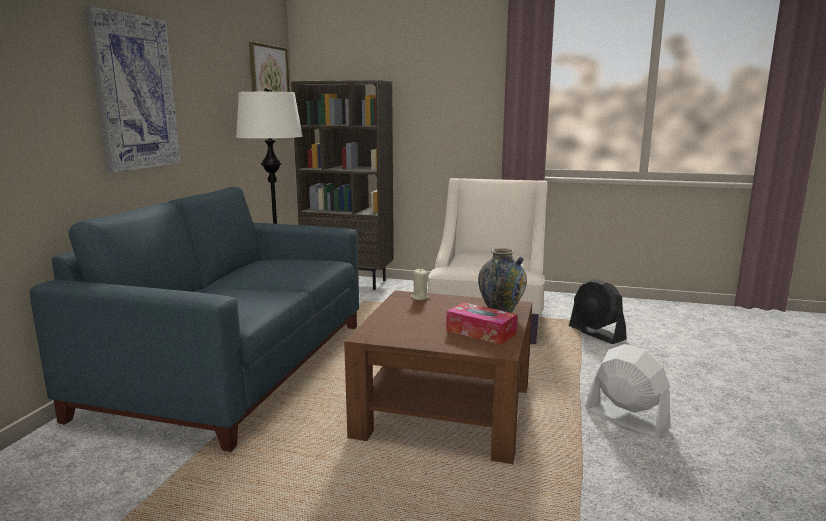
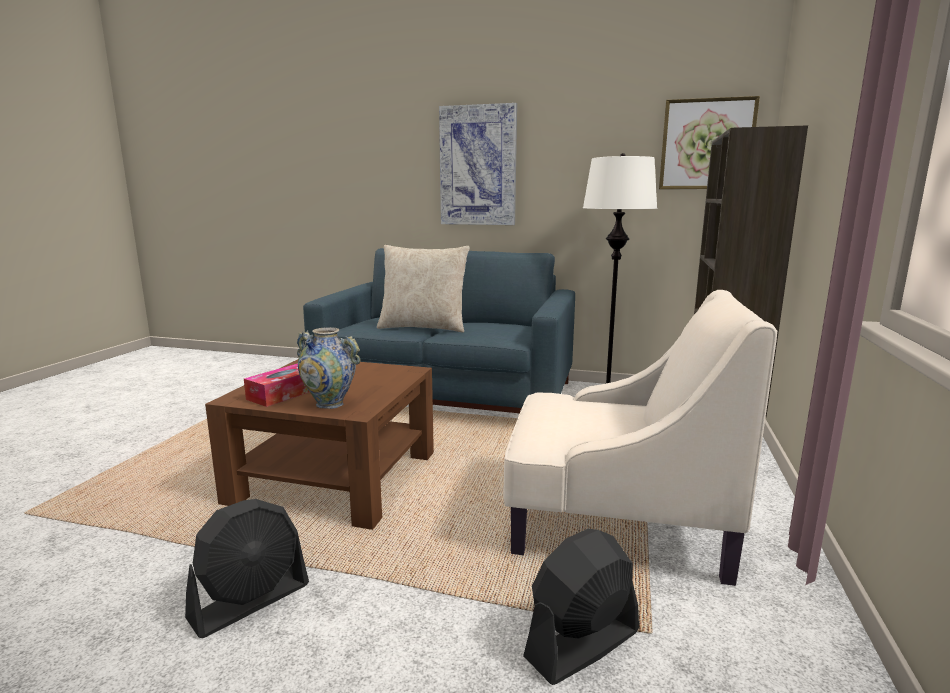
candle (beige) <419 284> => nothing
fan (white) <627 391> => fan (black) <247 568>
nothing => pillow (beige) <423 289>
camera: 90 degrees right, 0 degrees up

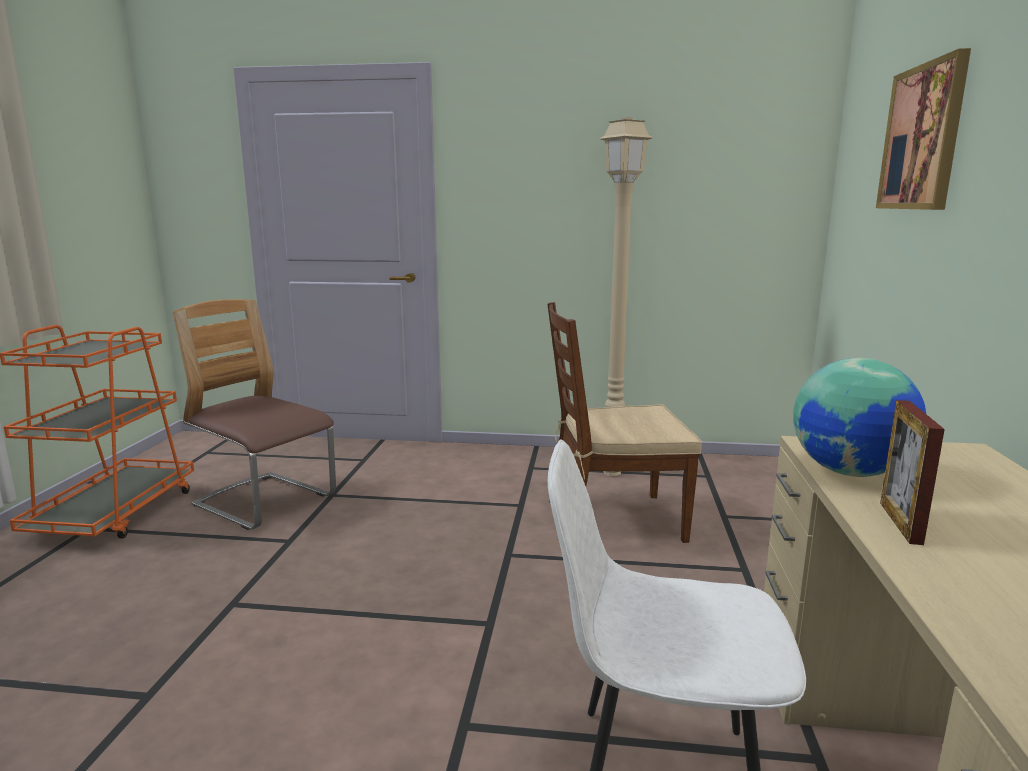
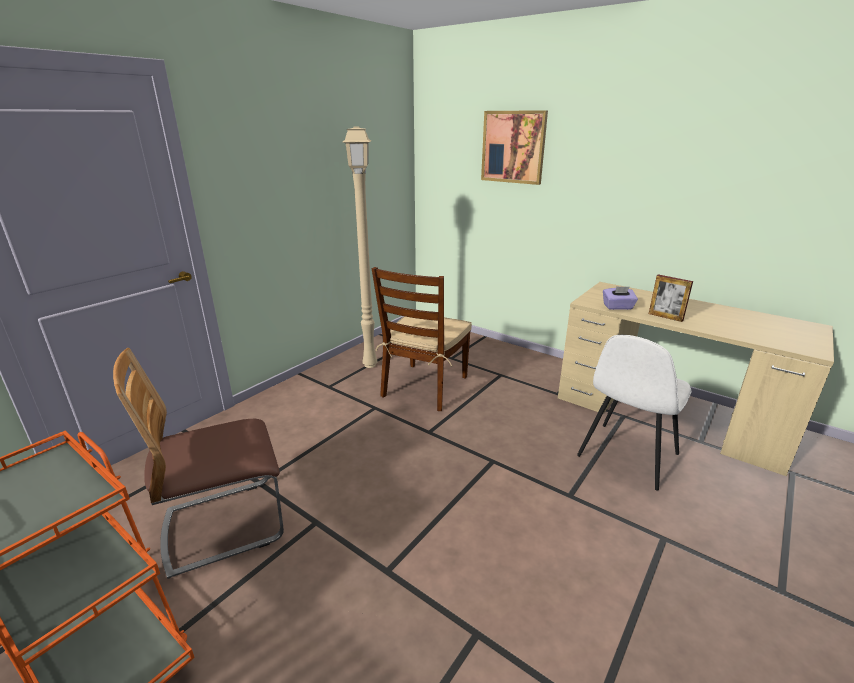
globe <859 417> => tissue box (purple) <620 298>
camera: 60 degrees left, 10 degrees up

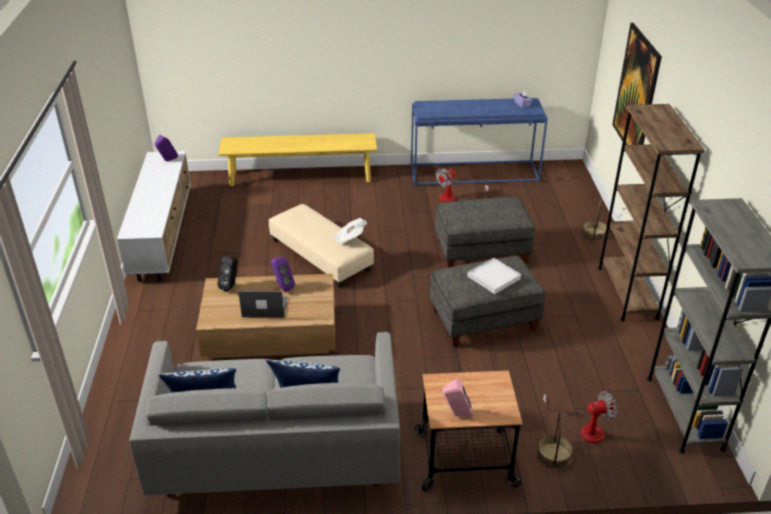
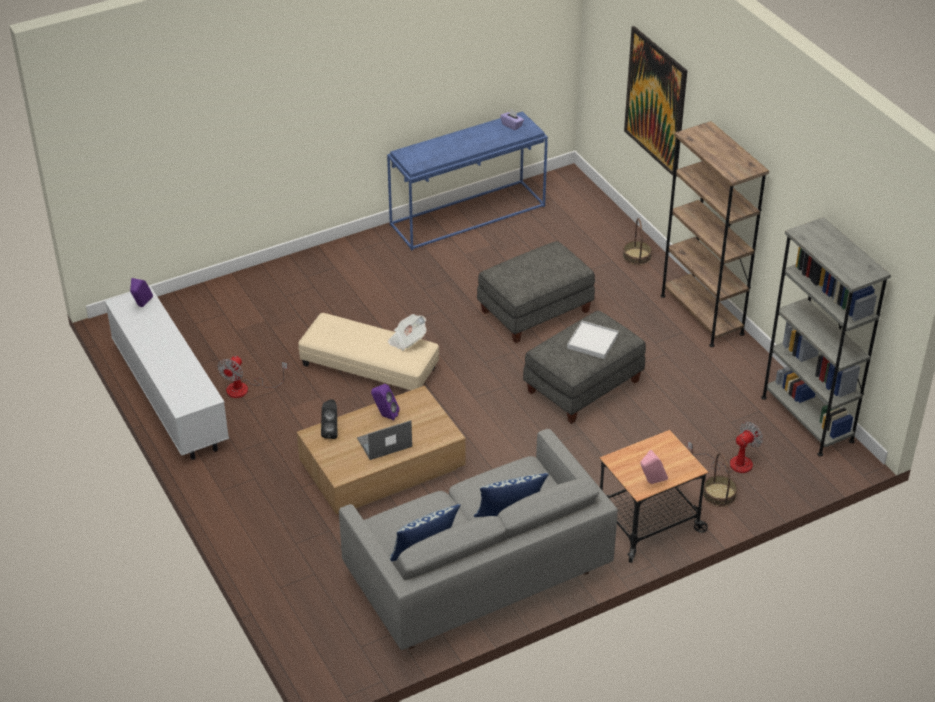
bench (yellow) <297 160> => nothing
fan <462 185> => fan <253 377>, move
camera: 25 degrees left, 5 degrees up

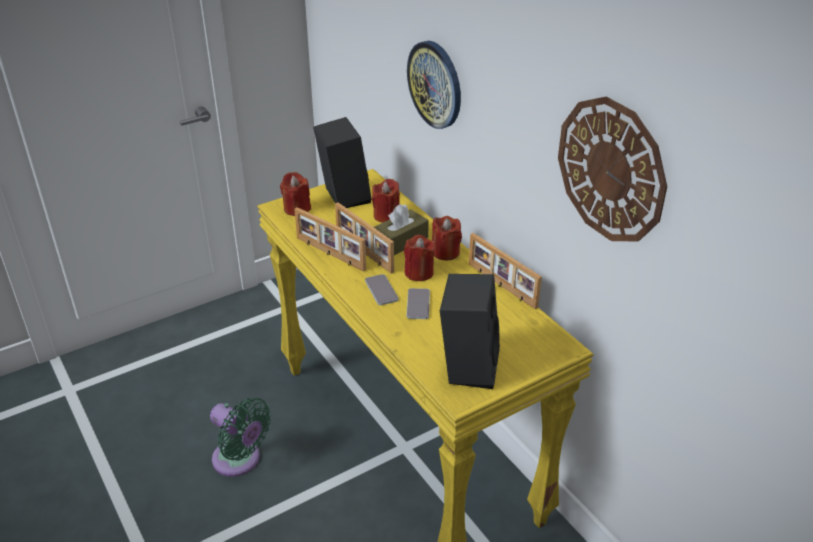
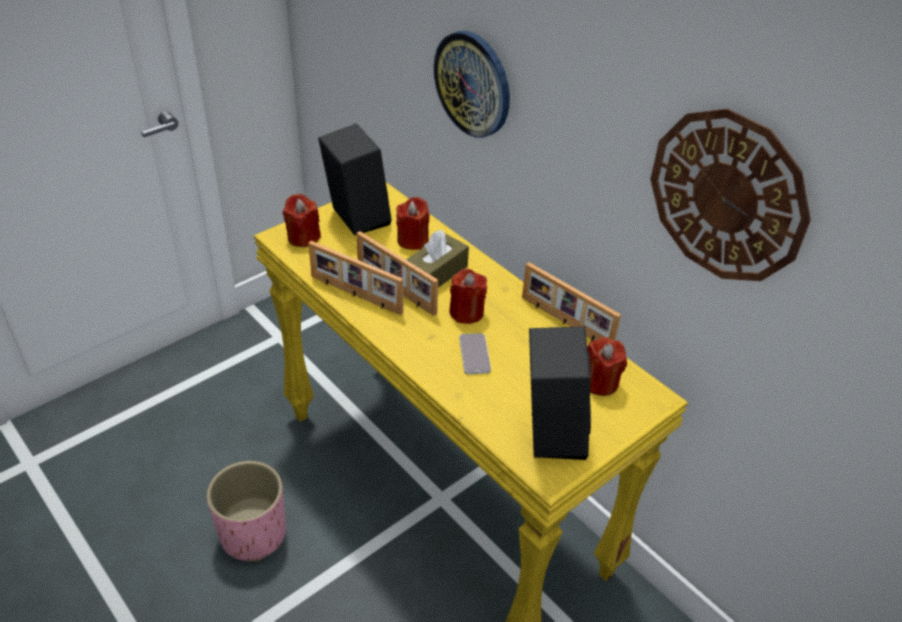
fan (green) <240 437> => planter (pink) <246 511>
phone <381 289> => nothing
candle (red) <447 238> => candle (red) <607 366>, move
camera: 10 degrees left, 5 degrees up

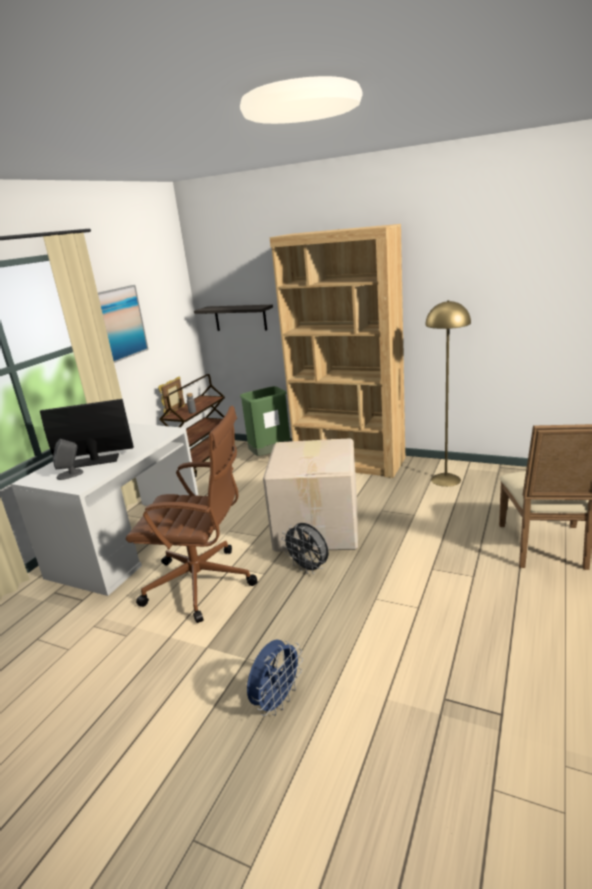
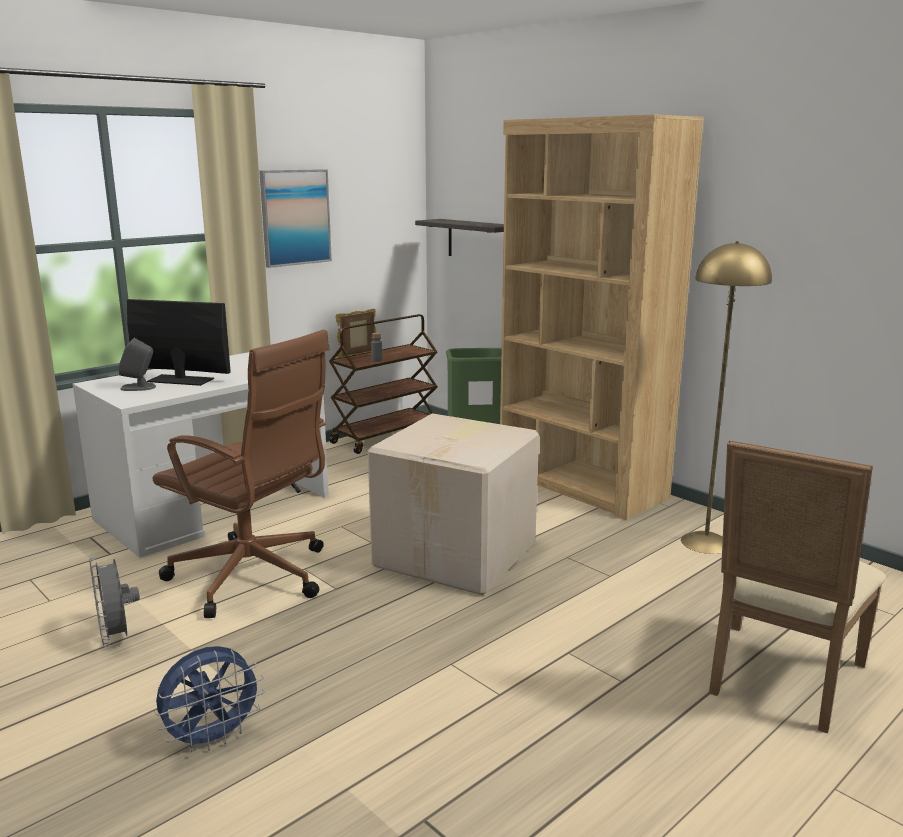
fan (grey) <305 548> => fan (grey) <114 602>, move
camera: 20 degrees right, 5 degrees down

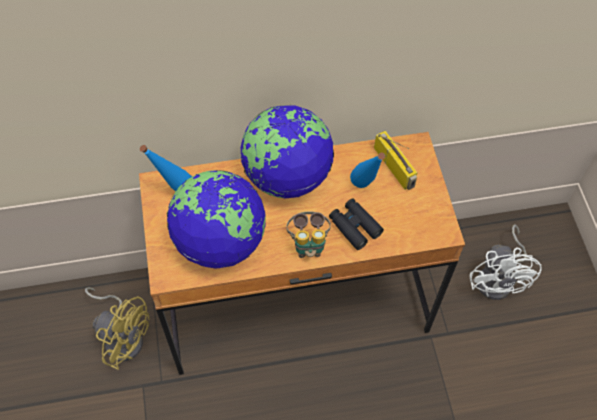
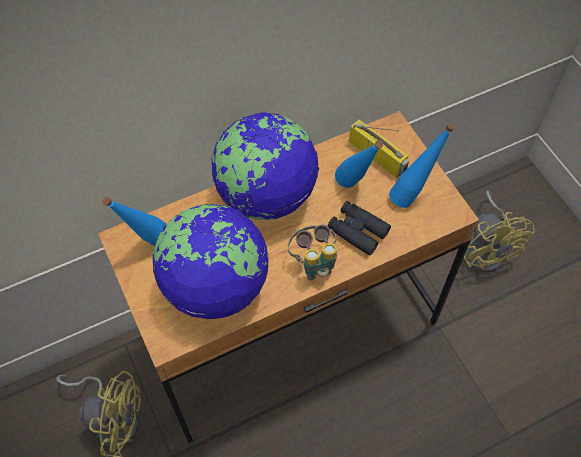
fan (white) <506 262> => fan (yellow) <499 231>
nothing => bottle (blue) <422 165>
camera: 15 degrees left, 0 degrees up

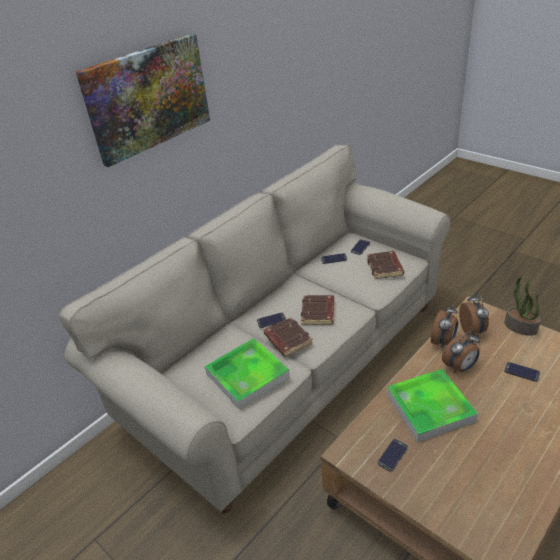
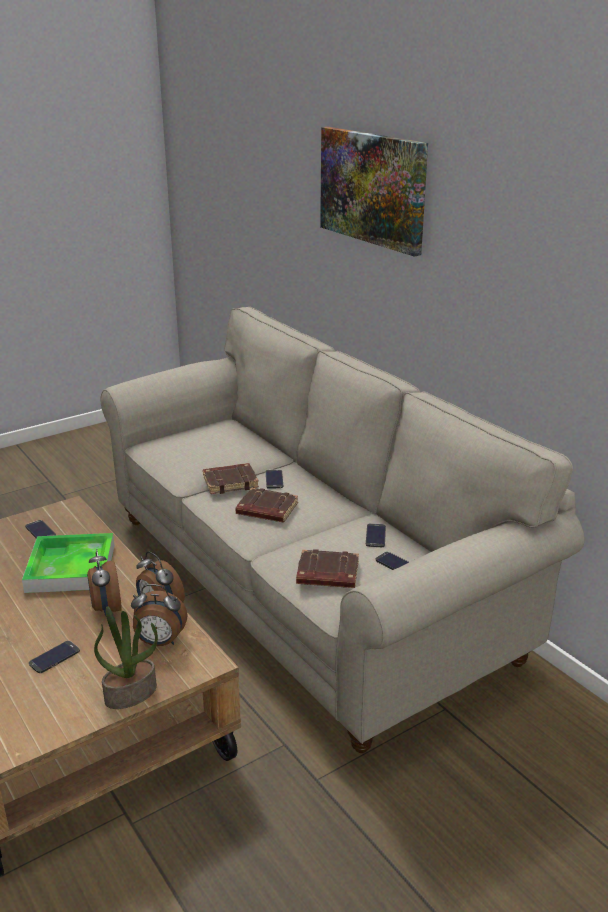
tray <247 374> => nothing
camera: 100 degrees right, 10 degrees down

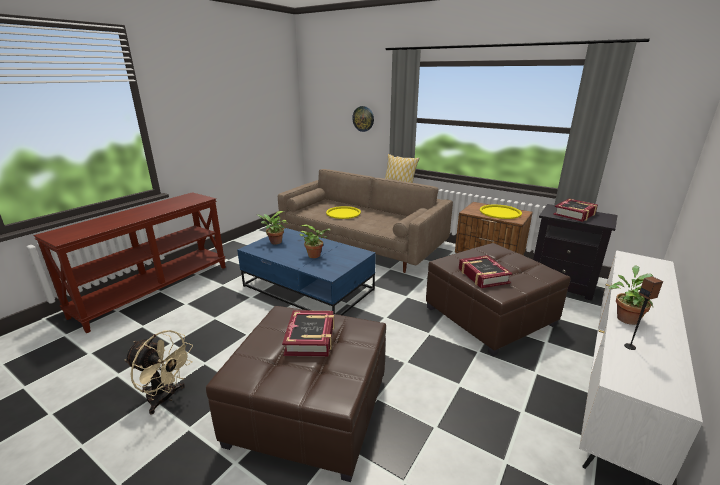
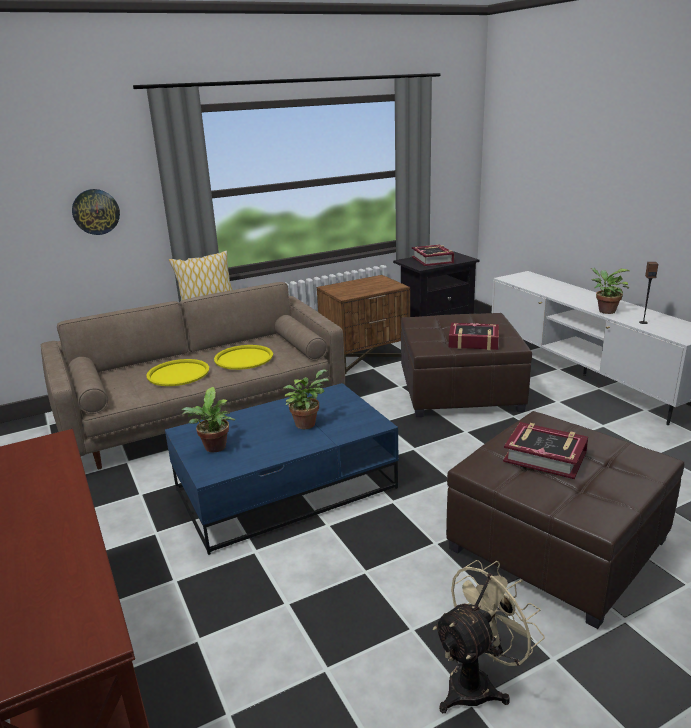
tray (yellow) <501 212> => tray (yellow) <243 357>, move
camera: 60 degrees left, 0 degrees up

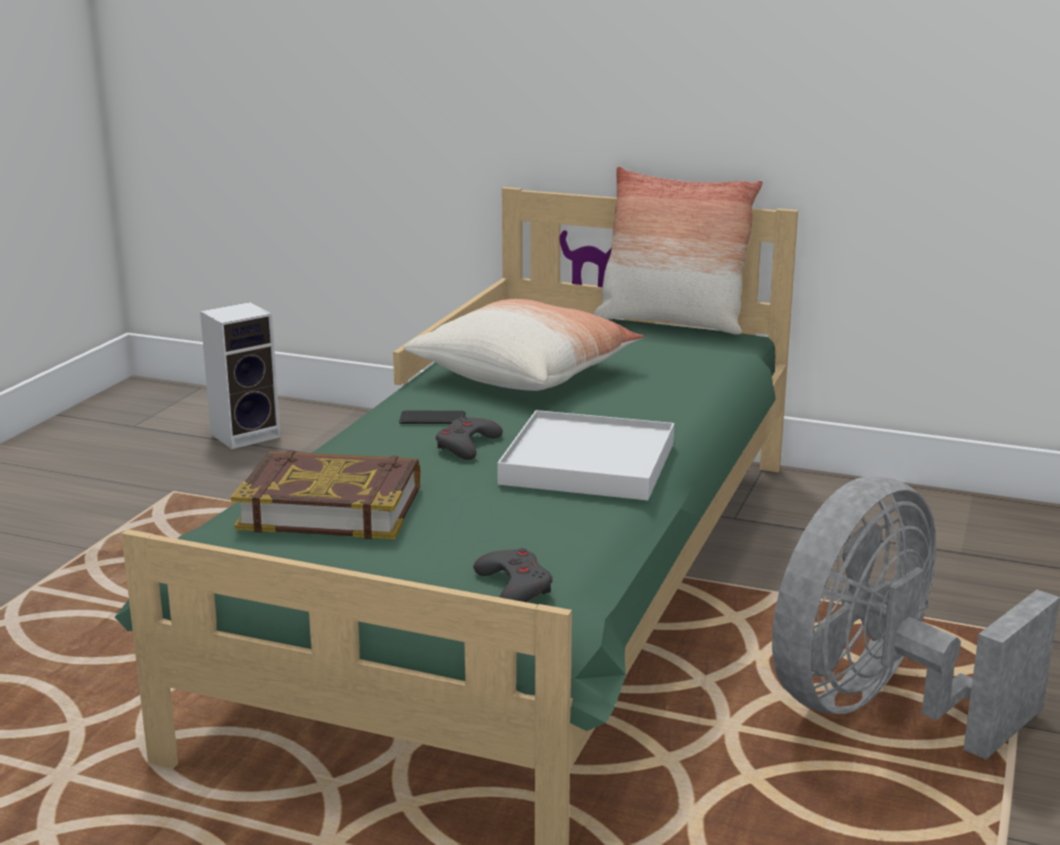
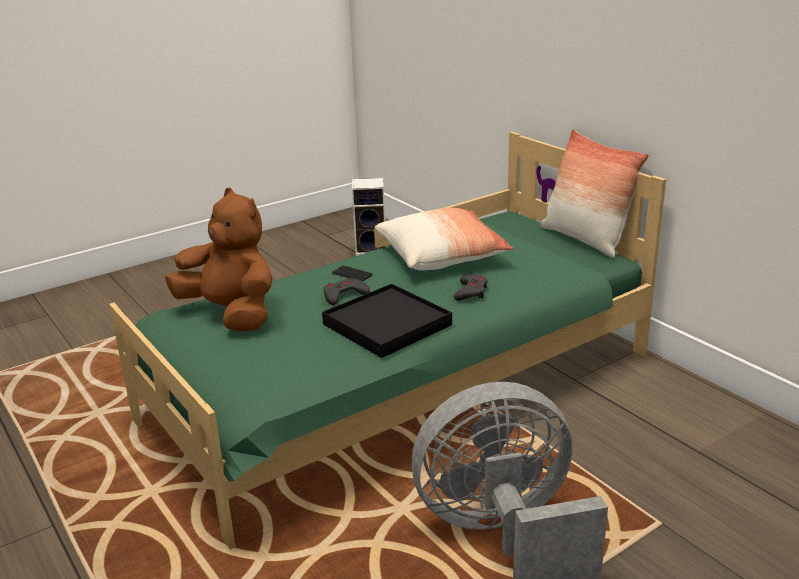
book <325 494> => plush toy (brown) <219 260>
game controller (grey) <512 575> => game controller (grey) <471 287>, move
tray (white) <585 455> => tray (black) <387 321>
camera: 35 degrees right, 5 degrees up

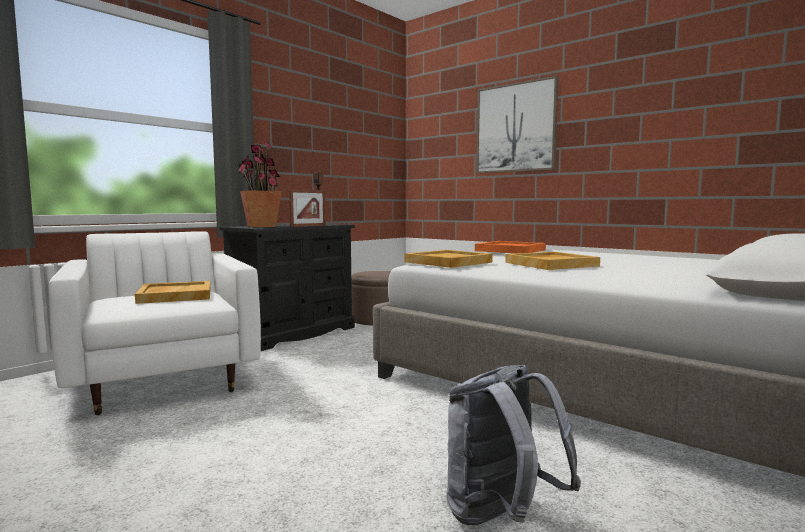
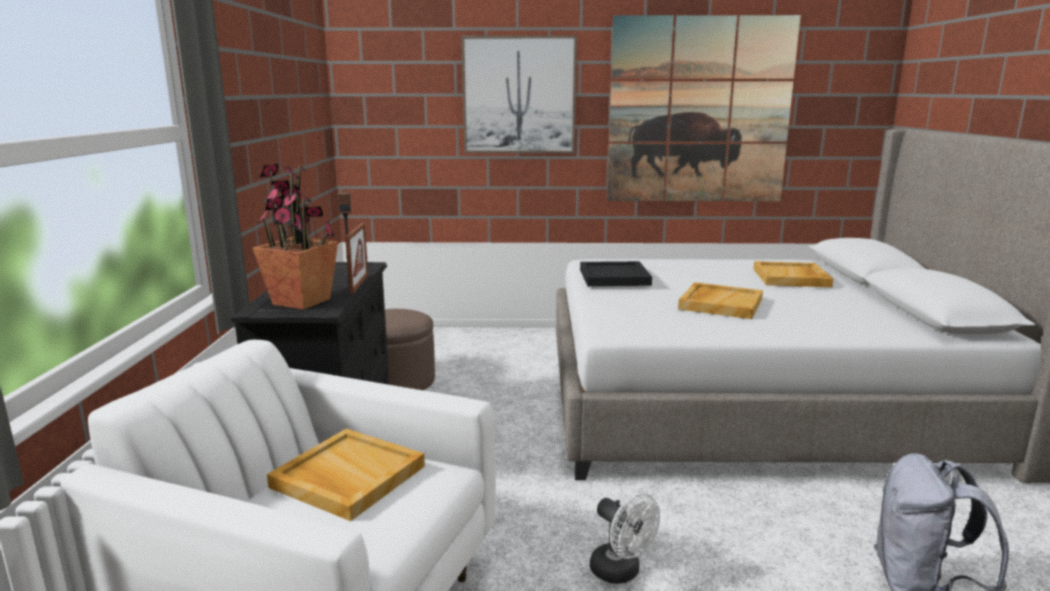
tray (beige) <448 259> => tray (beige) <793 274>, move
tray (orange) <510 247> => tray (black) <616 273>
nothing => fan (white) <625 538>
nothing => picture <704 108>
camera: 40 degrees left, 10 degrees up

